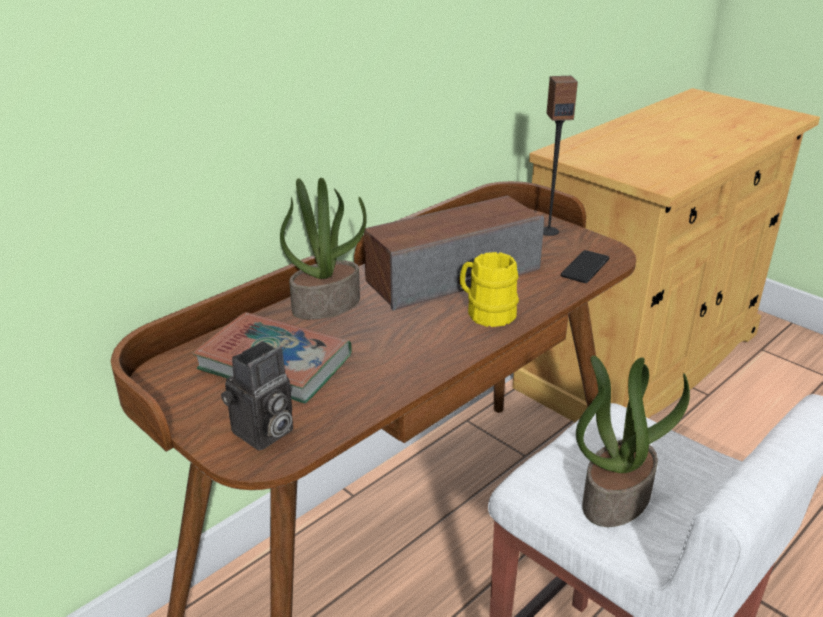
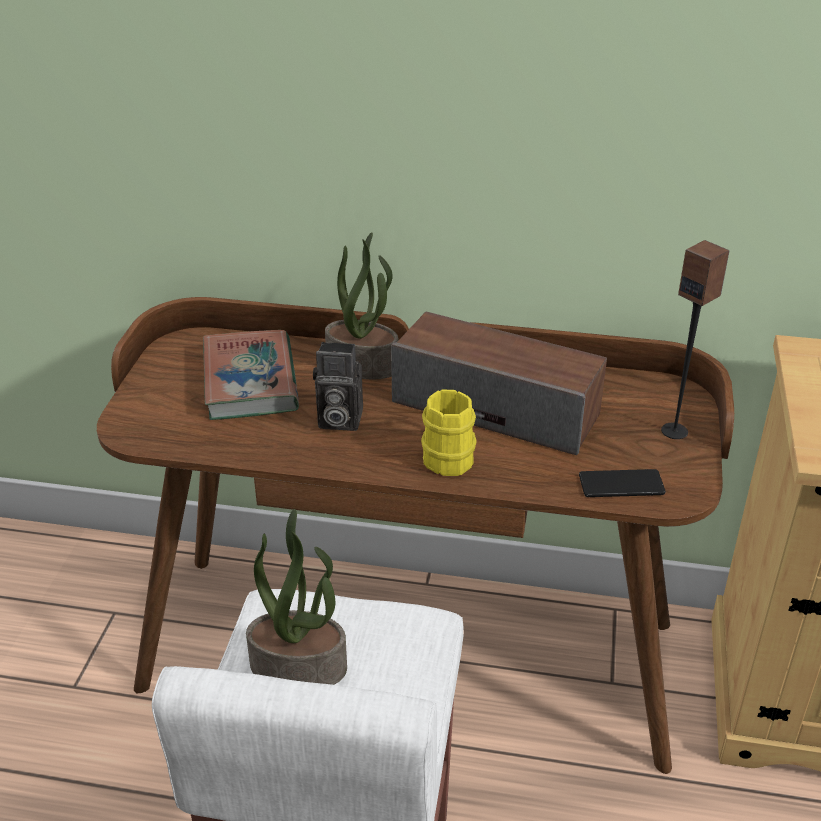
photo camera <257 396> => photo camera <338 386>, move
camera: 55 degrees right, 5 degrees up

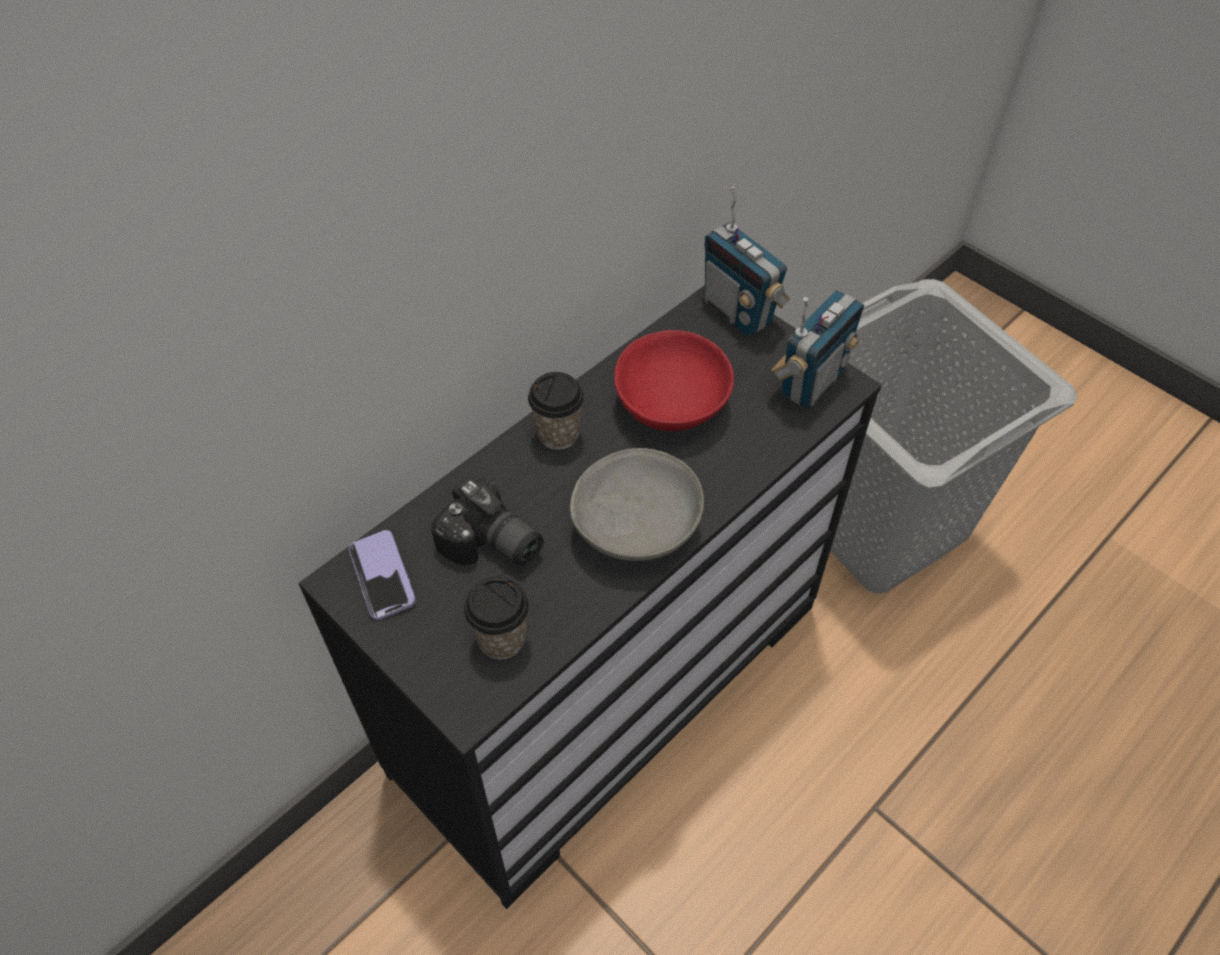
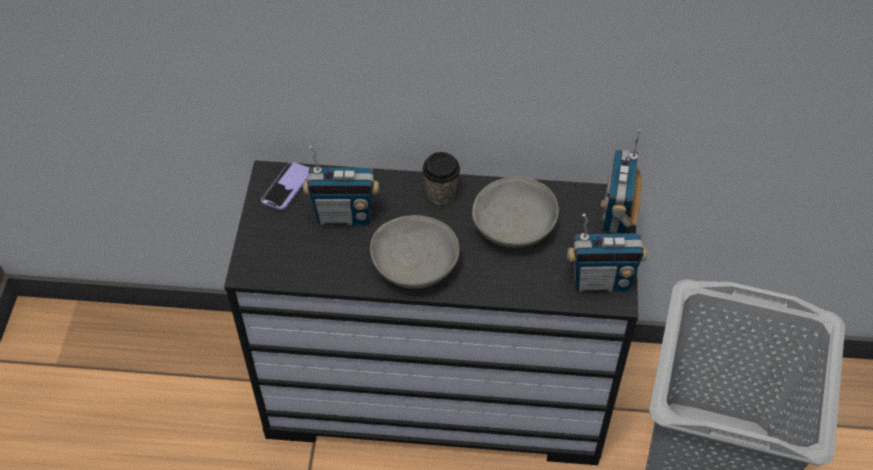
photo camera <487 521> => radio <341 185>
cup <496 618> => nothing
bowl (red) <674 380> => bowl (grey) <515 212>
camera: 50 degrees right, 0 degrees up

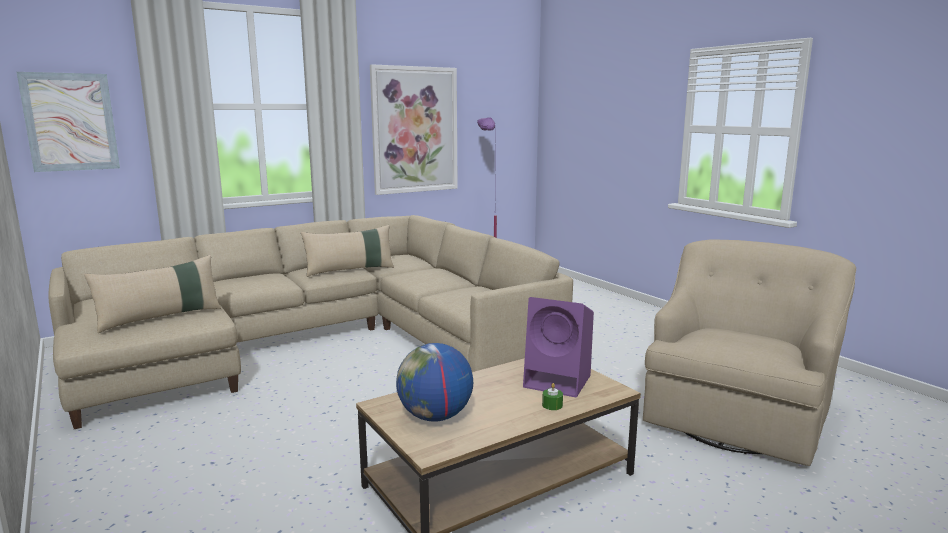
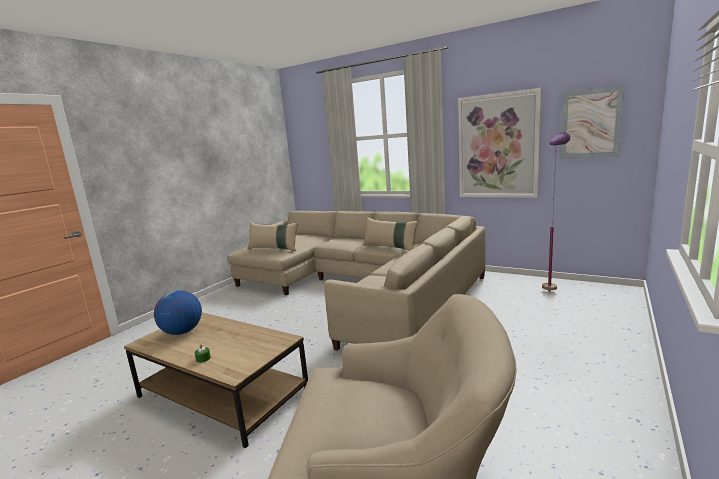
picture <68 122> => picture <592 122>, move
speaker (purple) <558 347> => nothing
camera: 65 degrees right, 0 degrees up

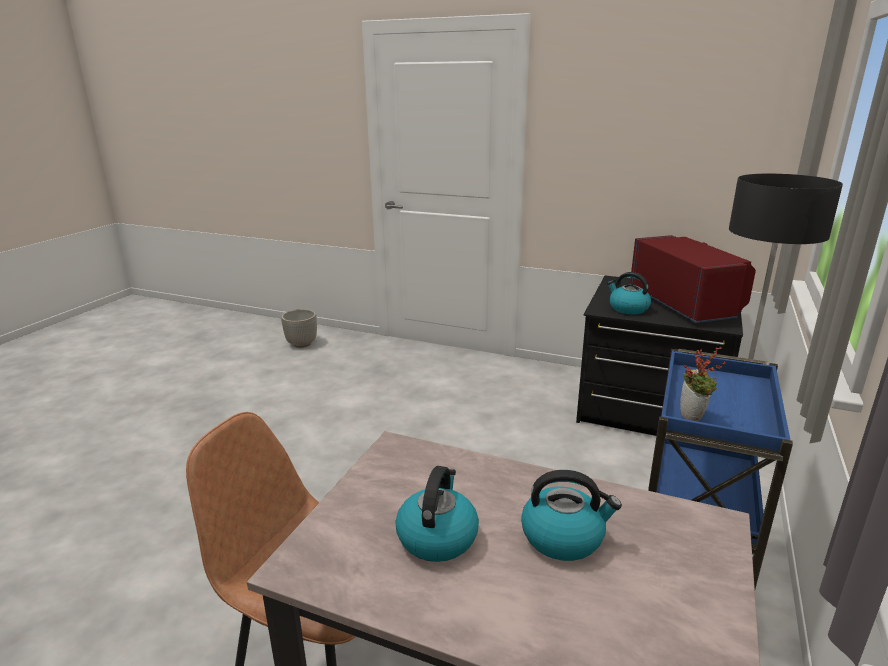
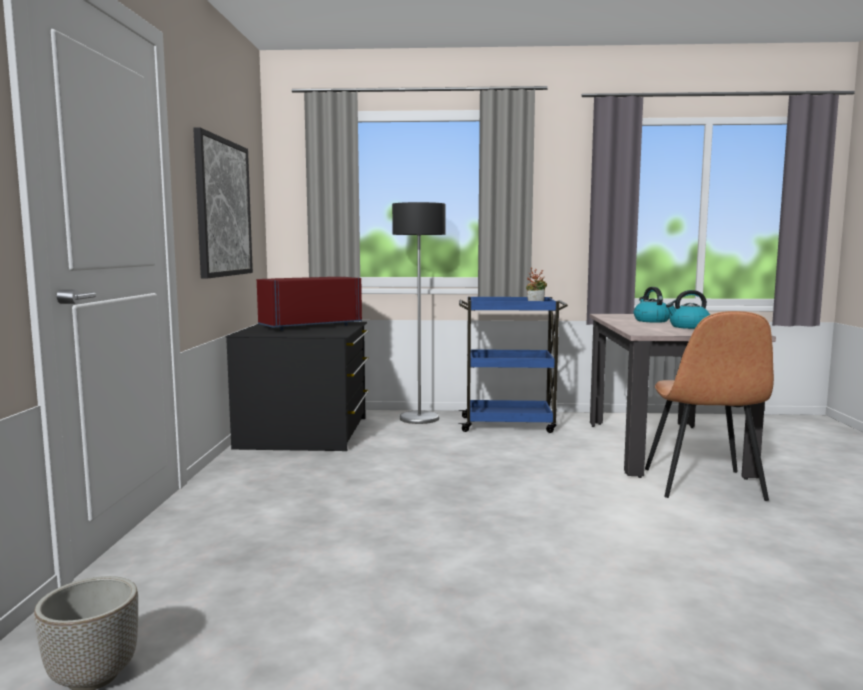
kettle <629 293> => nothing
nothing => picture <223 203>
camera: 110 degrees left, 15 degrees down

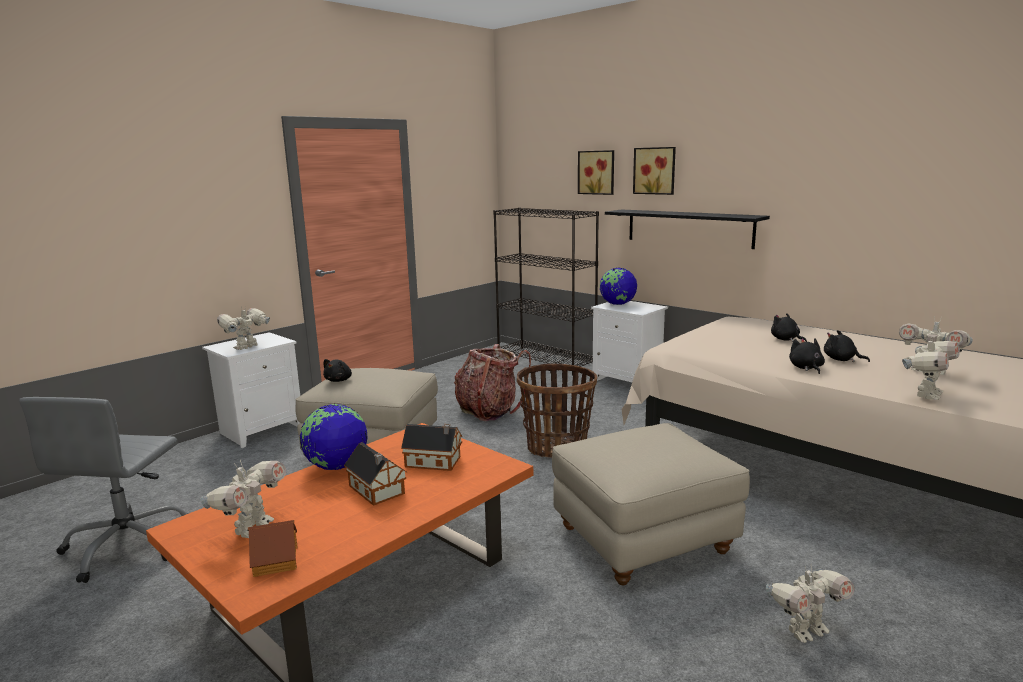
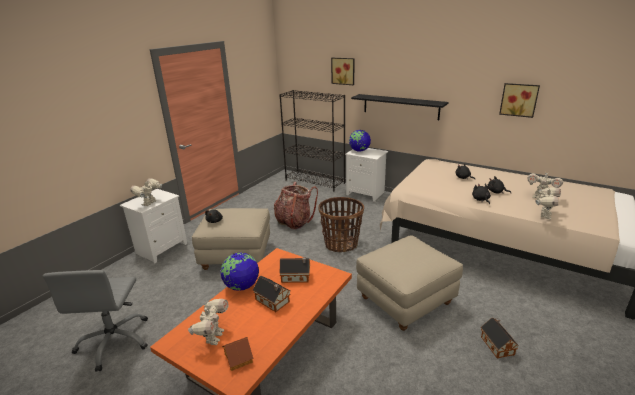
picture <654 171> => picture <519 100>, move
toy robot <810 605> => toy house <500 338>
camera: 10 degrees left, 10 degrees up

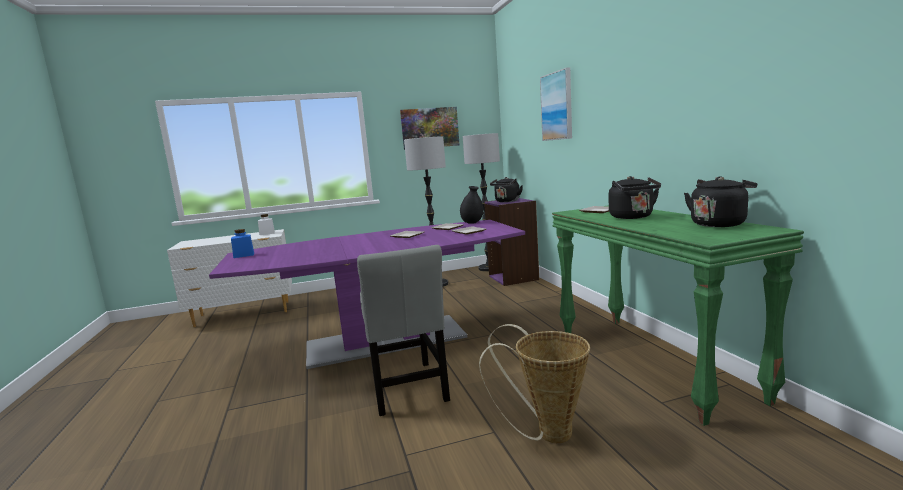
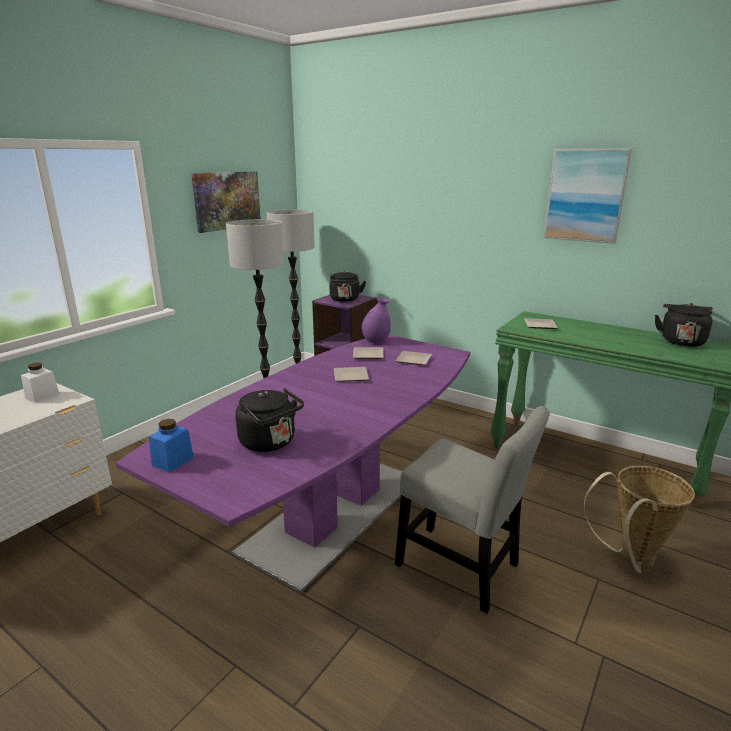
vase (black) <472 205> => vase (purple) <376 320>
picture <556 104> => picture <588 196>, move
kettle (black) <635 197> => kettle (black) <269 420>, move
camera: 40 degrees left, 10 degrees up

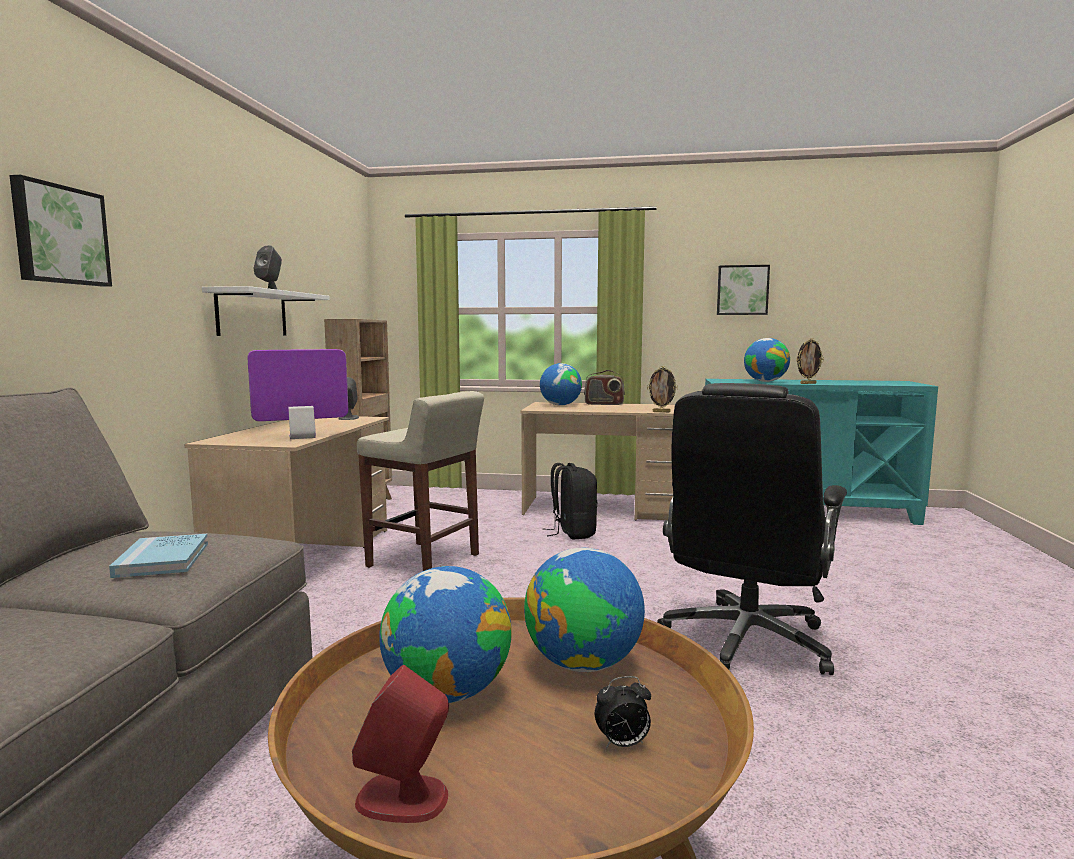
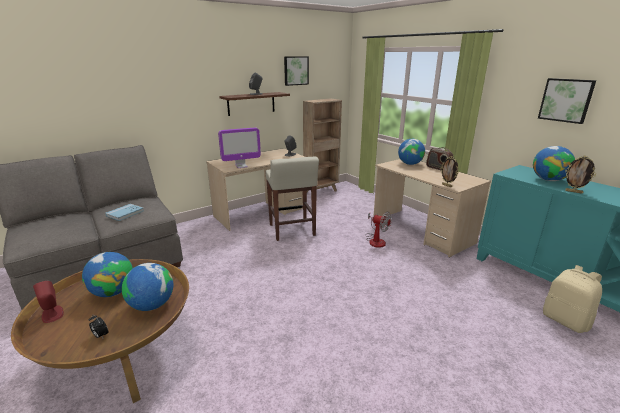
picture <60 231> => picture <296 71>, move
shelf (white) <266 311> => shelf (brown) <254 104>
monitor <298 394> => monitor <239 148>, 135 degrees clockwise
backpack (black) <570 501> => fan <378 230>
office chair (black) <752 529> => nothing
nothing => backpack (beige) <572 299>
camera: 45 degrees right, 15 degrees up

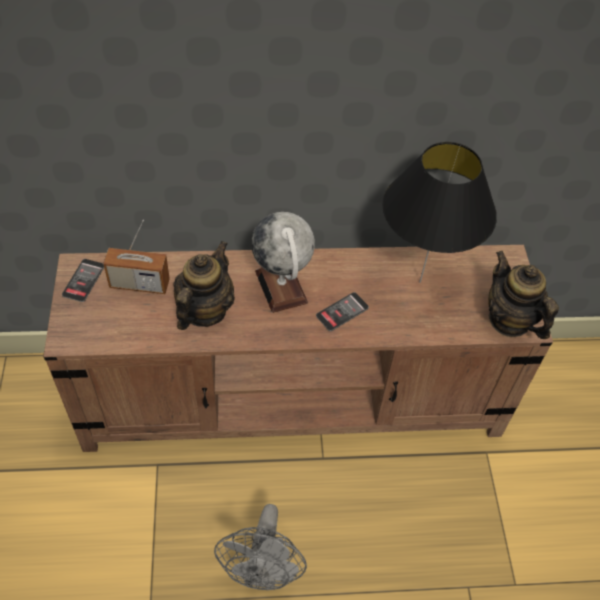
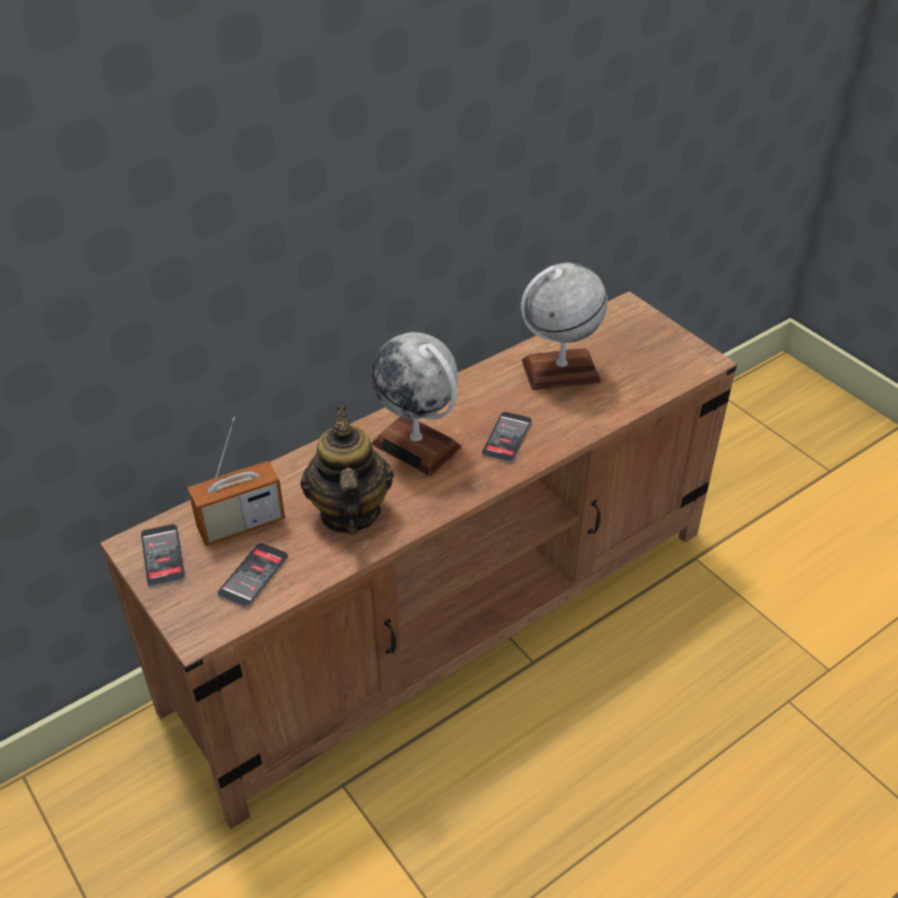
fan (grey) <260 547> => nothing
table lamp (black) <439 212> => globe <564 326>
teapot <523 295> => nothing
nothing => phone <252 575>
camera: 30 degrees left, 10 degrees down

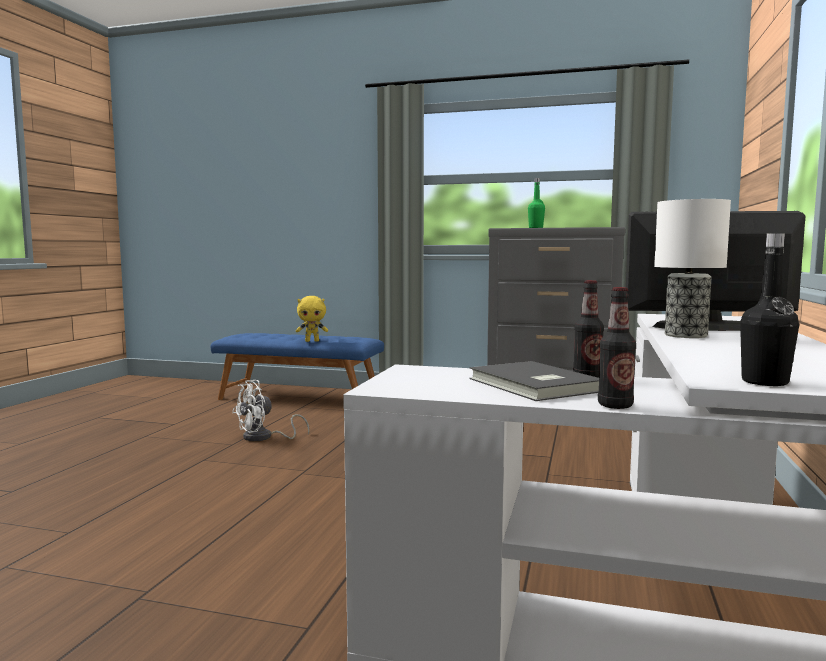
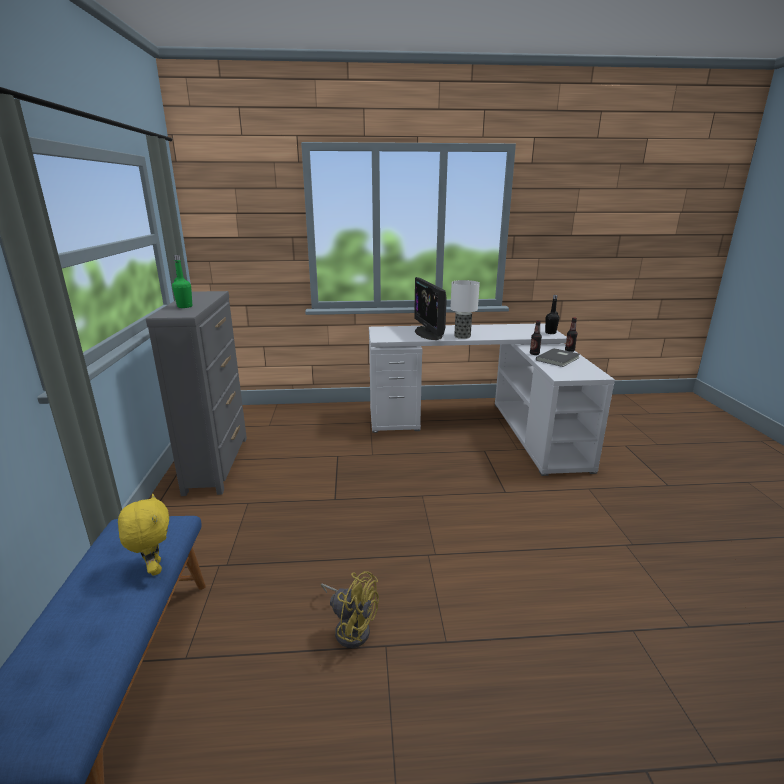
fan (white) <270 410> => fan (yellow) <350 609>
camera: 110 degrees left, 15 degrees up

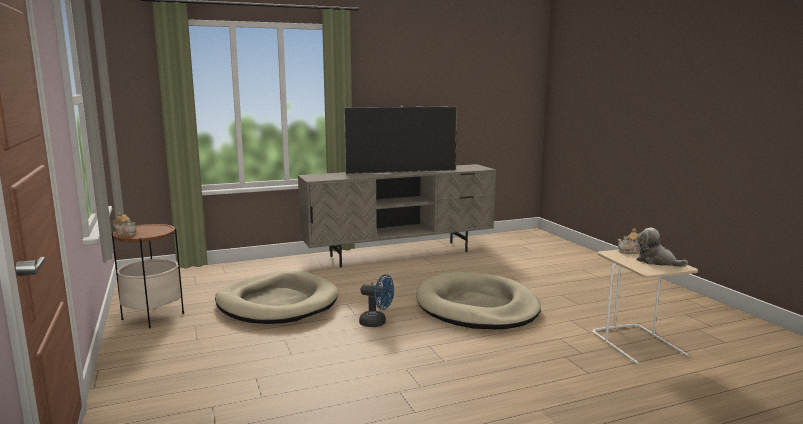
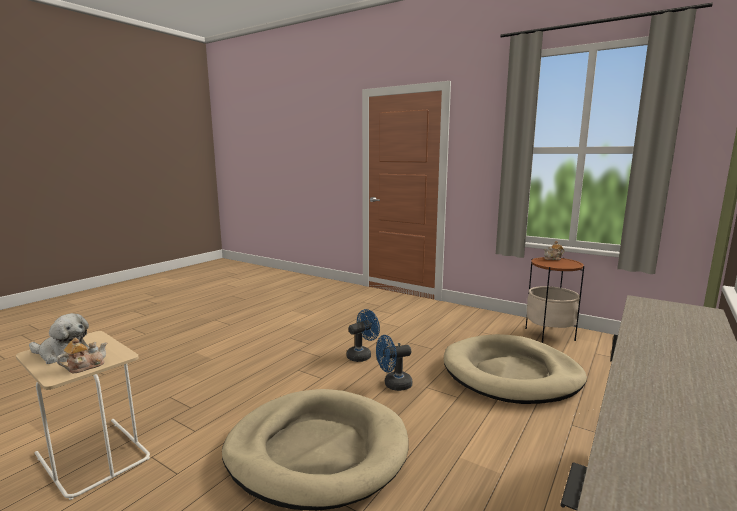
television <400 140> => nothing
nothing => fan (blue) <363 335>
camera: 145 degrees right, 0 degrees up

